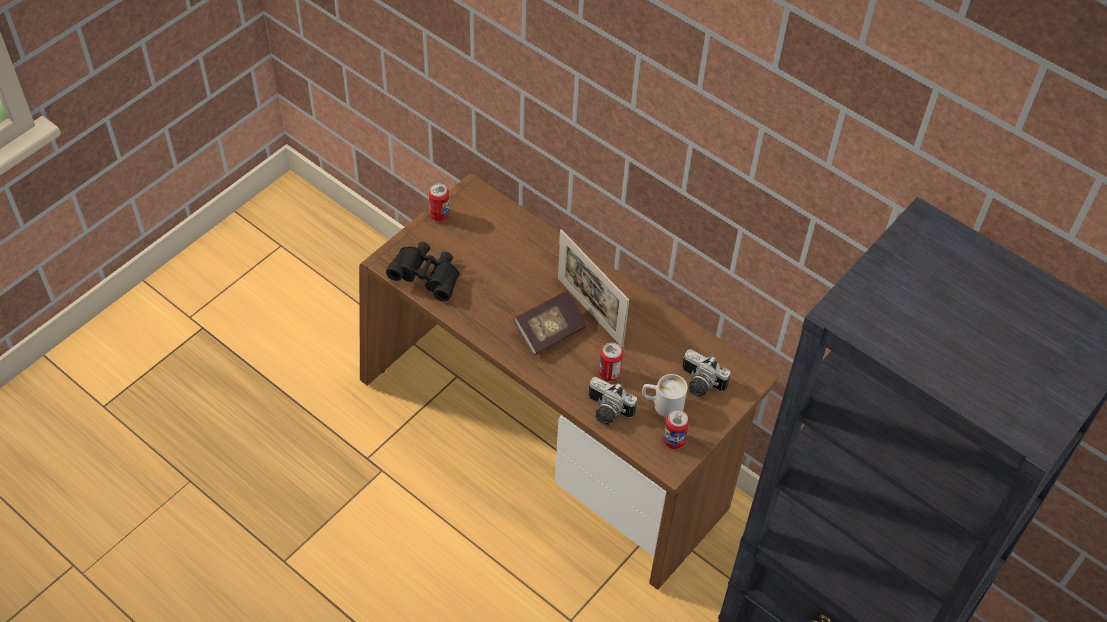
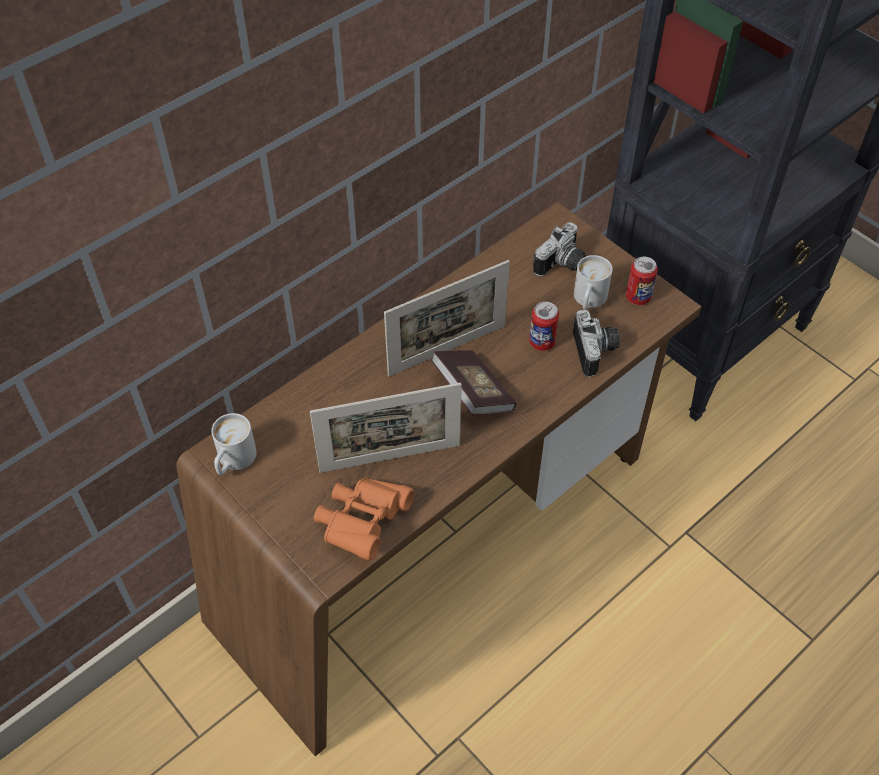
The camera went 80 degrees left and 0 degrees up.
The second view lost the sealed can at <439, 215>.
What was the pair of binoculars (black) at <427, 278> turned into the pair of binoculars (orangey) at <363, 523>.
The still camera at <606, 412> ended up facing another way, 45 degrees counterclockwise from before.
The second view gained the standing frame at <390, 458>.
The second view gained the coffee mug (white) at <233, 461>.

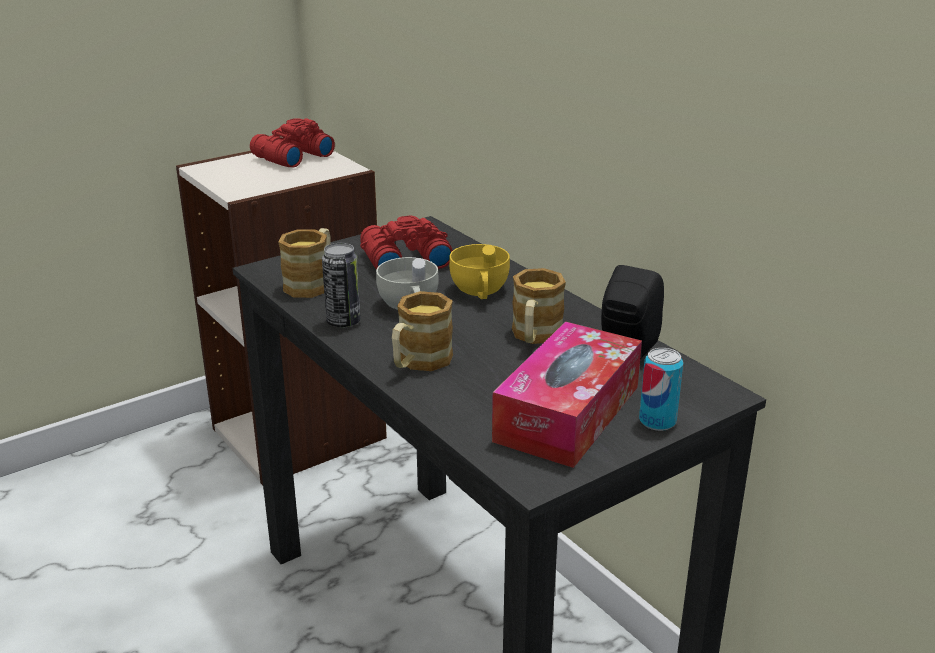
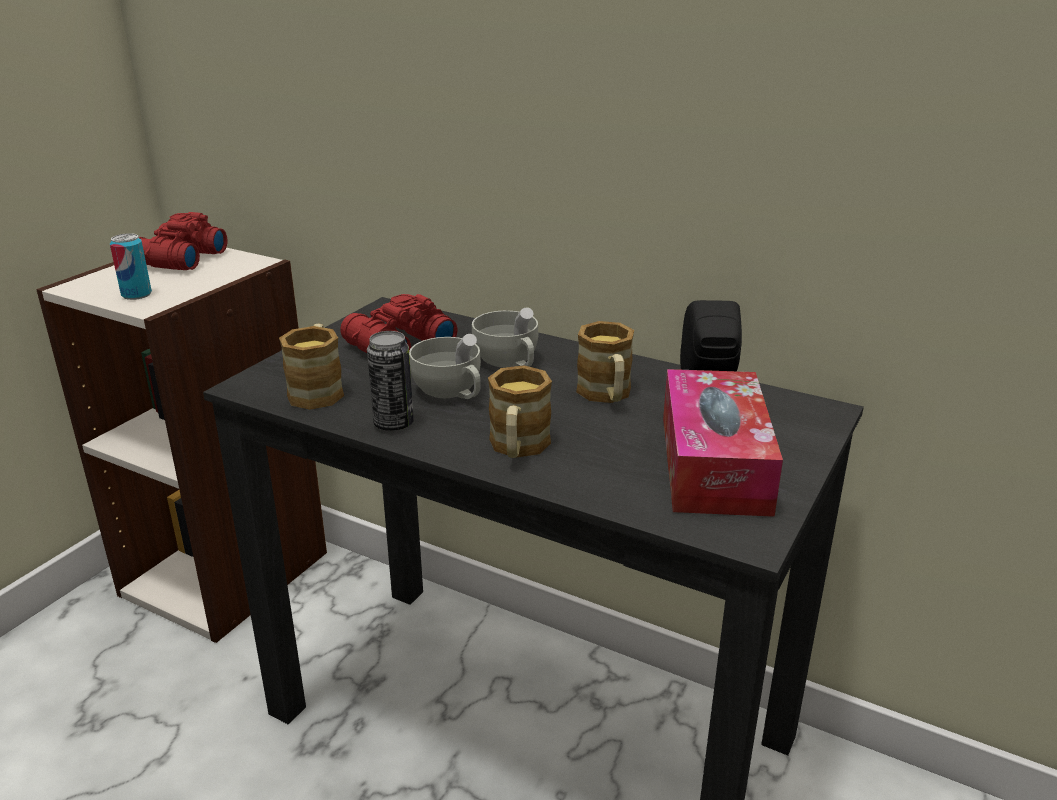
The camera went 25 degrees left and 0 degrees up.
What was the small cup (yellow-coloured) at <480, 292> turned into the small cup (white) at <509, 363>.
The sealed can ended up elsewhere, having gone from <657, 421> to <136, 294>.

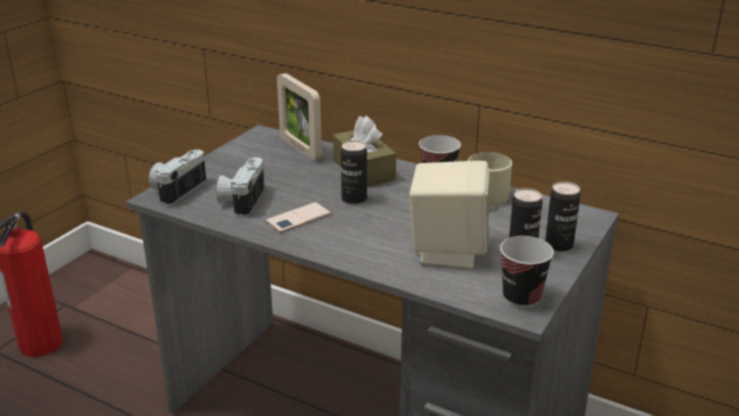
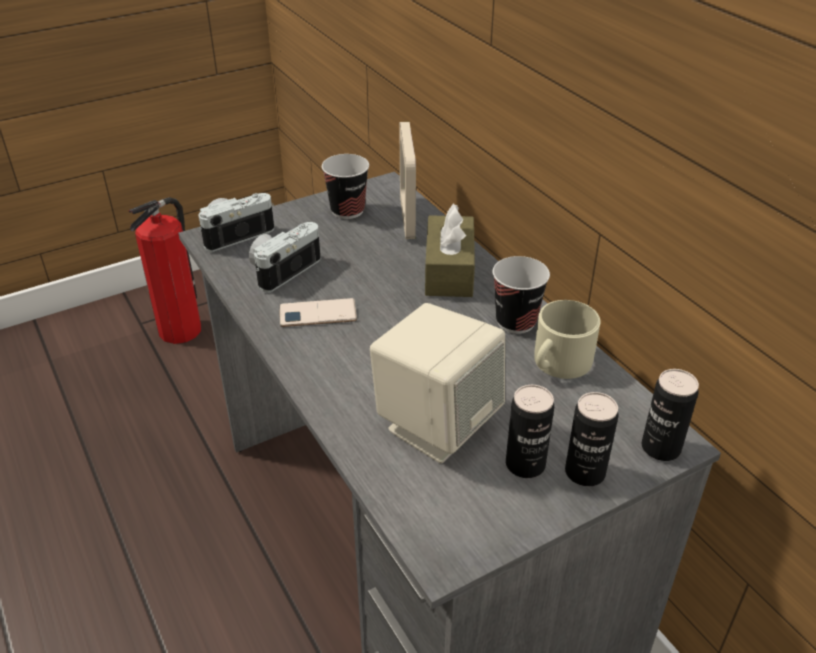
The camera went 30 degrees right and 10 degrees up.
The sealed can ended up elsewhere, having gone from <354, 199> to <660, 448>.
The small cup ended up elsewhere, having gone from <521, 298> to <347, 210>.

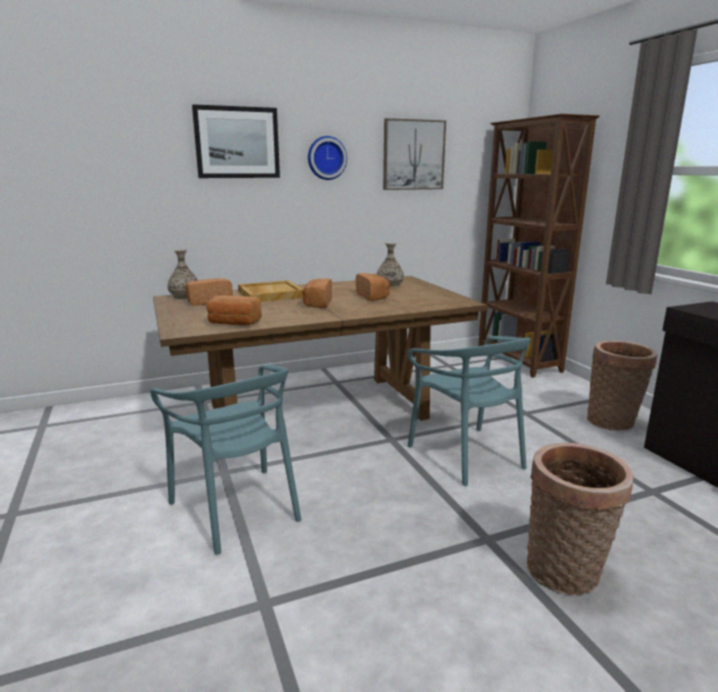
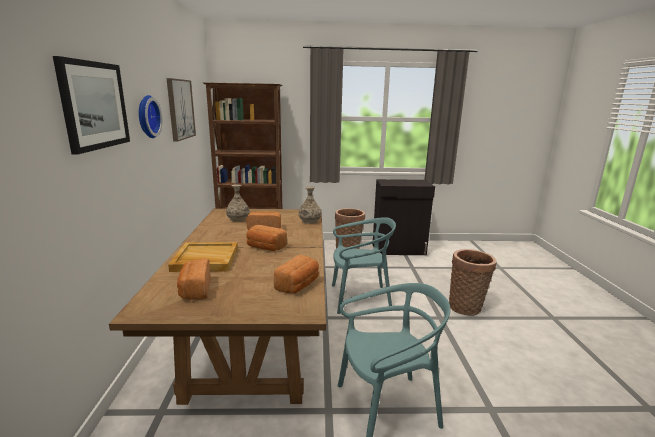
The camera went 70 degrees left and 0 degrees up.
The decorative vase ended up elsewhere, having gone from <184, 296> to <309, 221>.

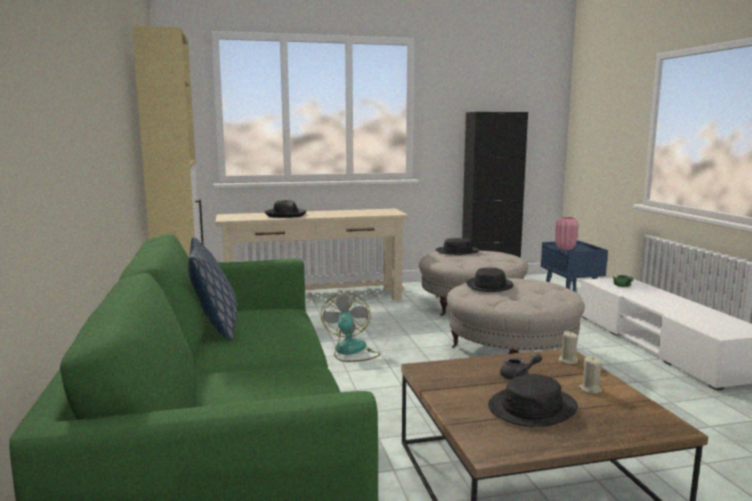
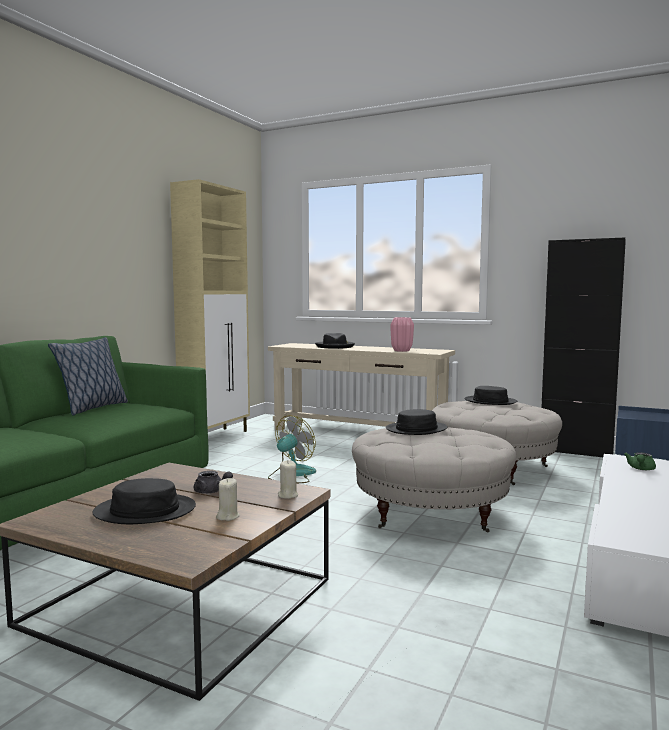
The camera went 40 degrees right and 5 degrees down.
The decorative vase (pink) ended up elsewhere, having gone from <565, 248> to <402, 350>.

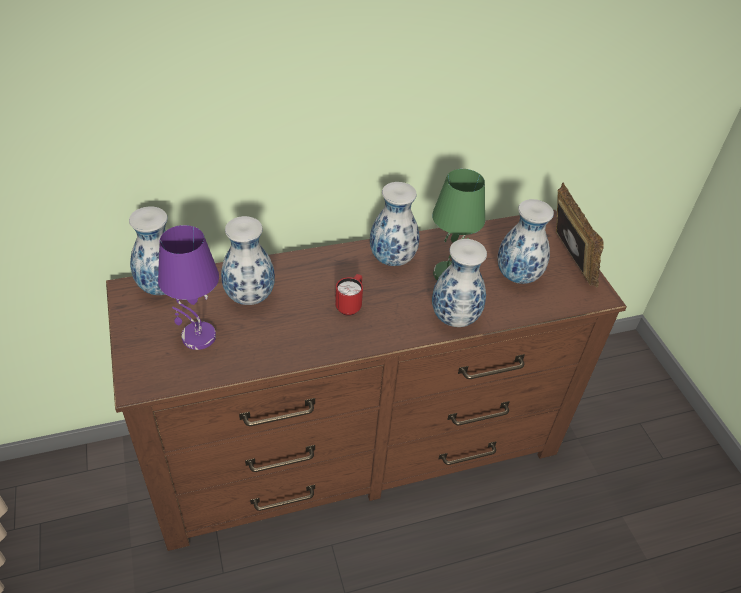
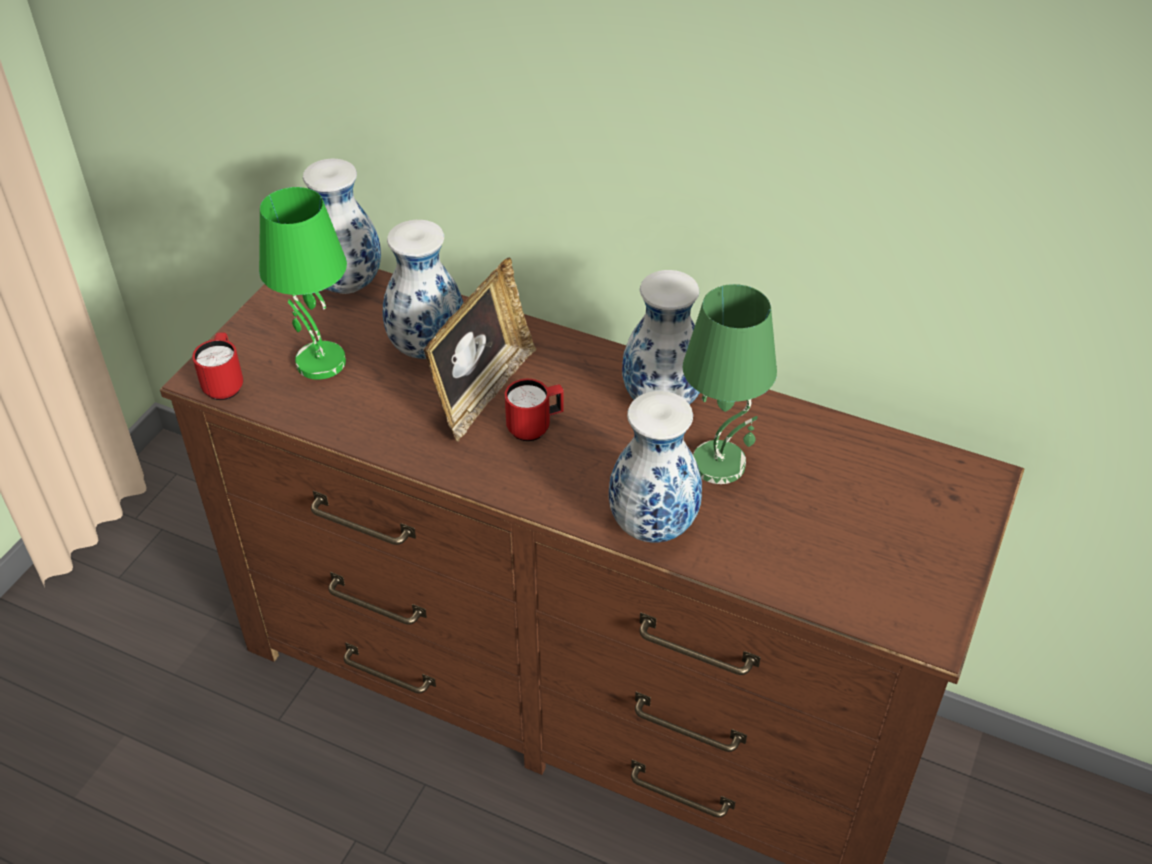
The camera went 45 degrees right and 0 degrees up.
The standing frame ended up elsewhere, having gone from <568, 260> to <482, 391>.
The second view lost the decorative vase at <518, 276>.
What was the table lamp (purple-coloured) at <198, 337> turned into the table lamp (greenish) at <319, 362>.
The second view gained the coffee mug (red) at <225, 384>.

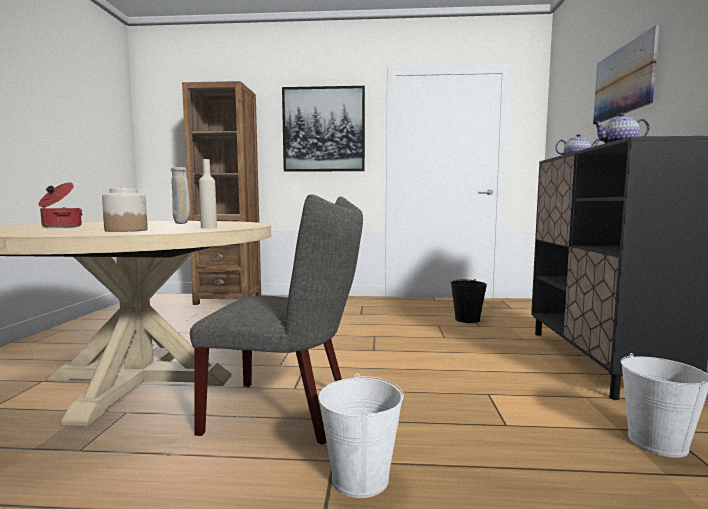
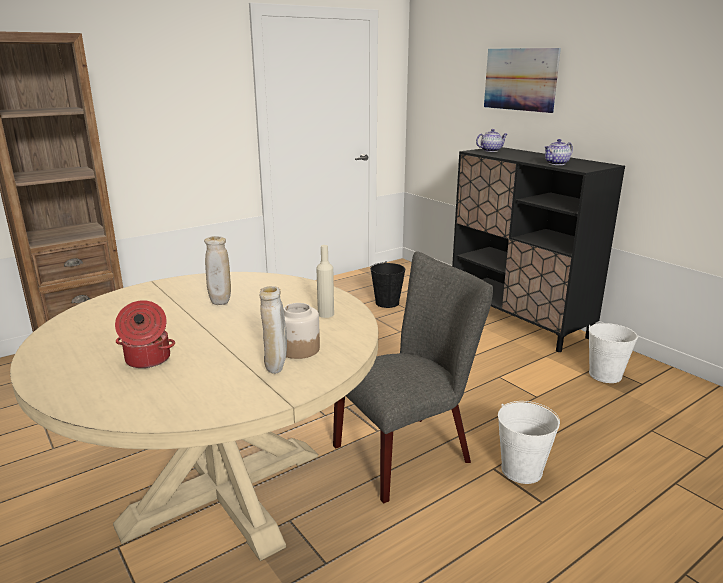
The camera went 40 degrees left and 15 degrees up.
The second view lost the picture at <323, 129>.
The second view gained the decorative vase (beige-coloured) at <276, 370>.

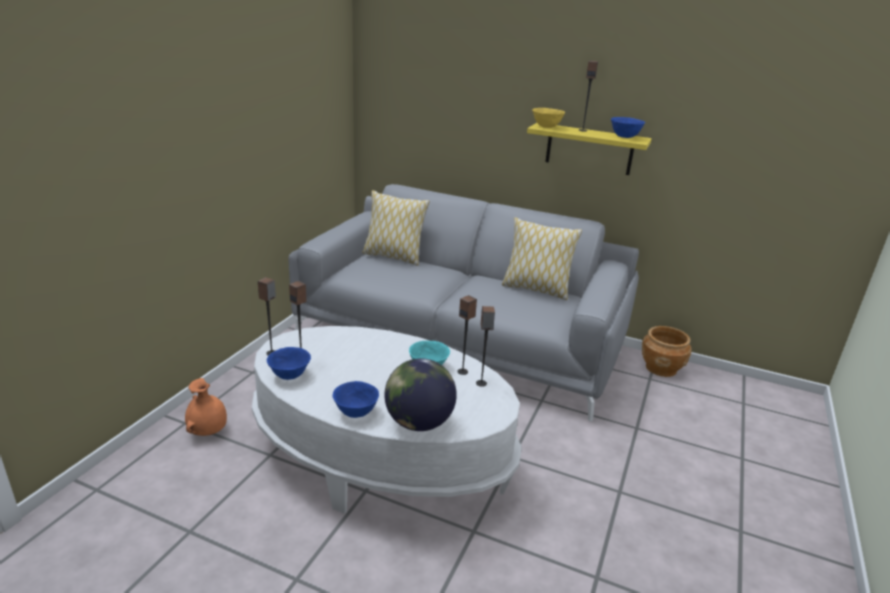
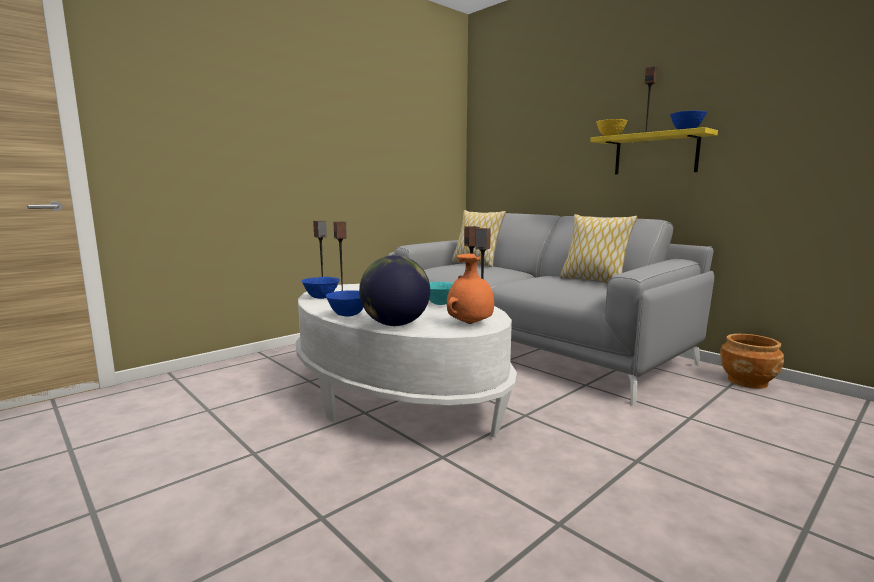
The camera went 25 degrees right and 15 degrees down.
The decorative vase (orangey) ended up elsewhere, having gone from <208, 431> to <470, 323>.

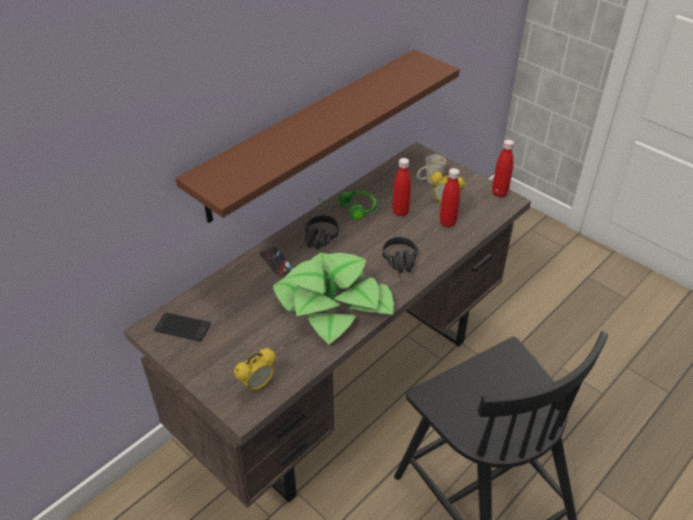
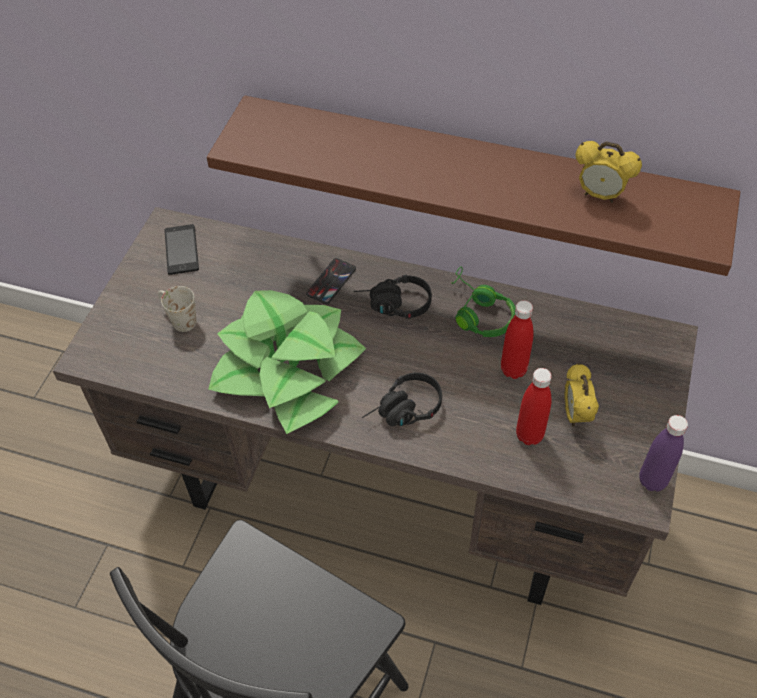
The camera went 65 degrees right and 10 degrees up.
What was the drink bottle (red) at <499, 193> turned into the drink bottle (purple-coloured) at <652, 480>.
The coffee mug (white) ended up elsewhere, having gone from <429, 181> to <178, 319>.
The table clock ended up elsewhere, having gone from <257, 385> to <600, 195>.

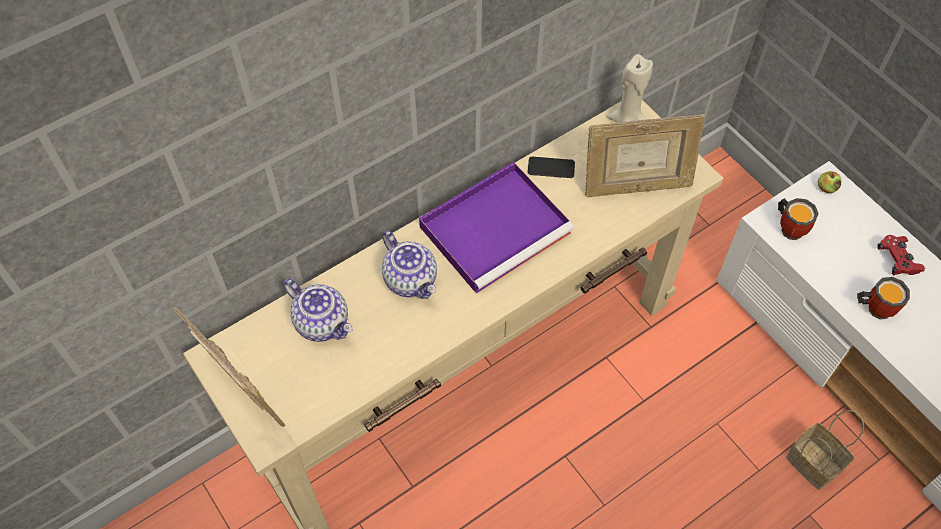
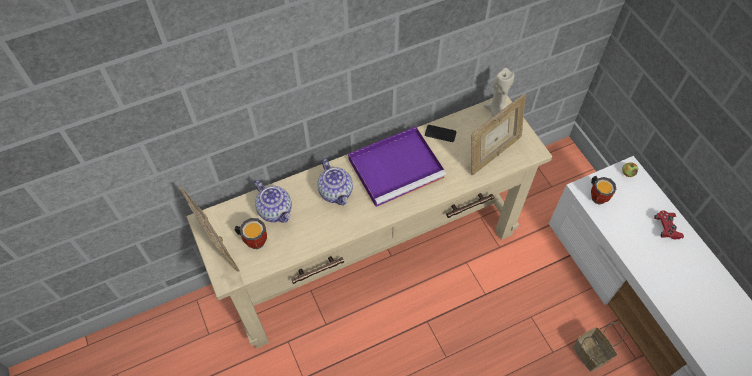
The camera went 10 degrees right and 0 degrees up.
The standing frame at <636, 187> ended up facing another way, 45 degrees counterclockwise from before.
The coffee mug ended up elsewhere, having gone from <874, 307> to <254, 239>.

